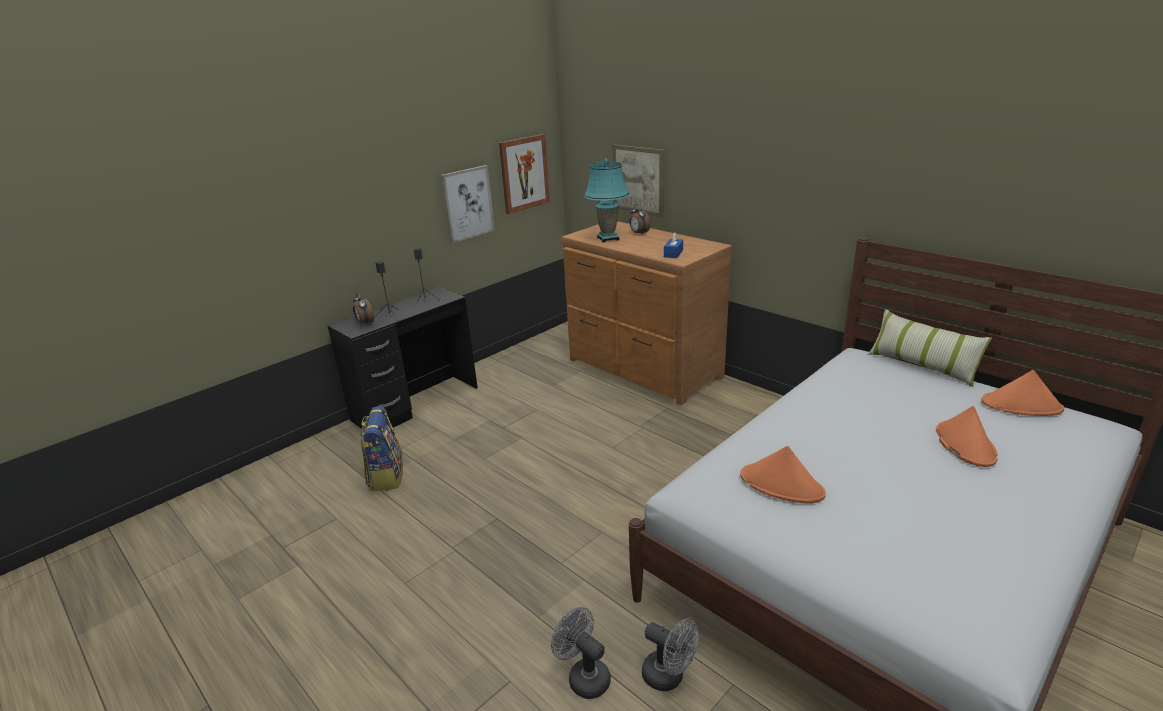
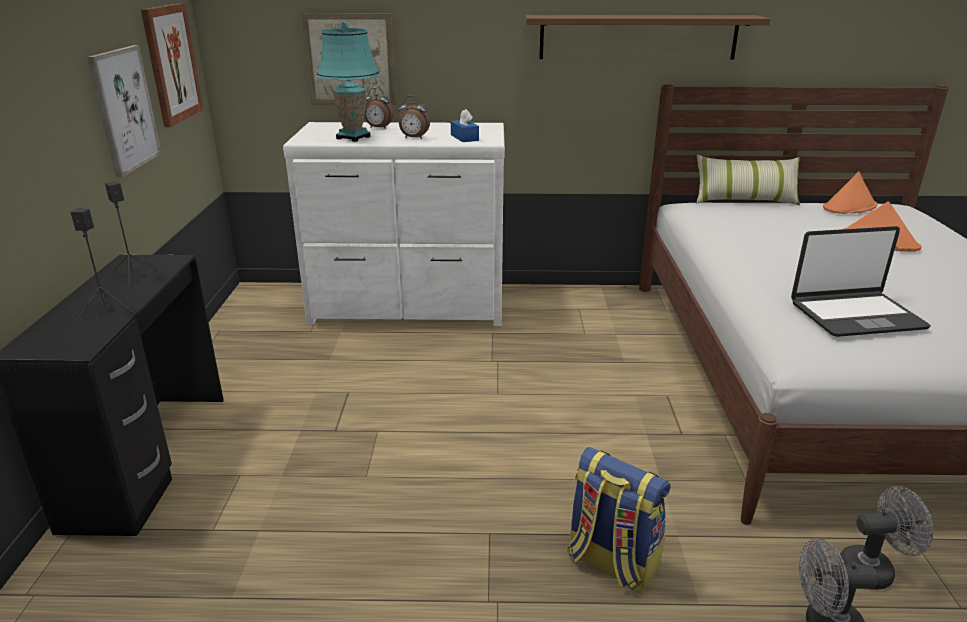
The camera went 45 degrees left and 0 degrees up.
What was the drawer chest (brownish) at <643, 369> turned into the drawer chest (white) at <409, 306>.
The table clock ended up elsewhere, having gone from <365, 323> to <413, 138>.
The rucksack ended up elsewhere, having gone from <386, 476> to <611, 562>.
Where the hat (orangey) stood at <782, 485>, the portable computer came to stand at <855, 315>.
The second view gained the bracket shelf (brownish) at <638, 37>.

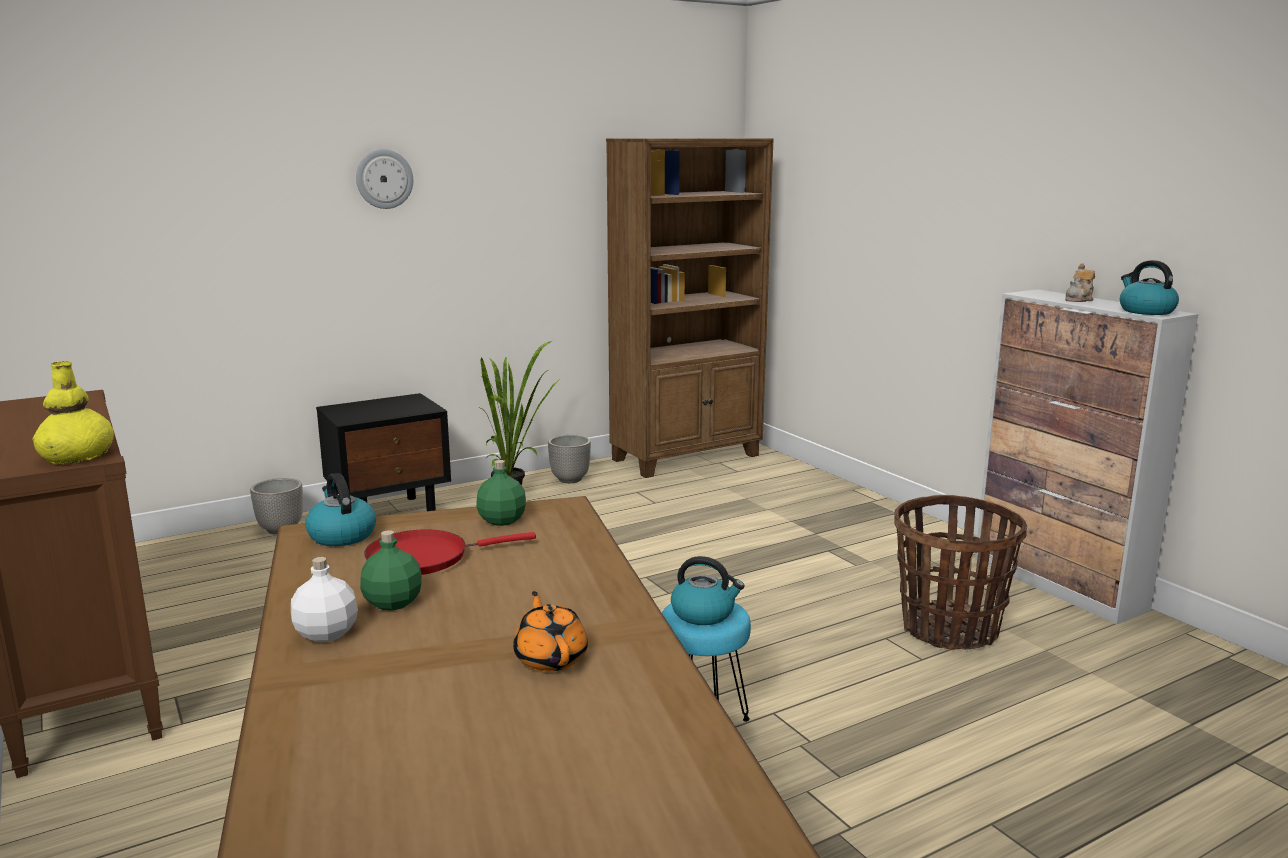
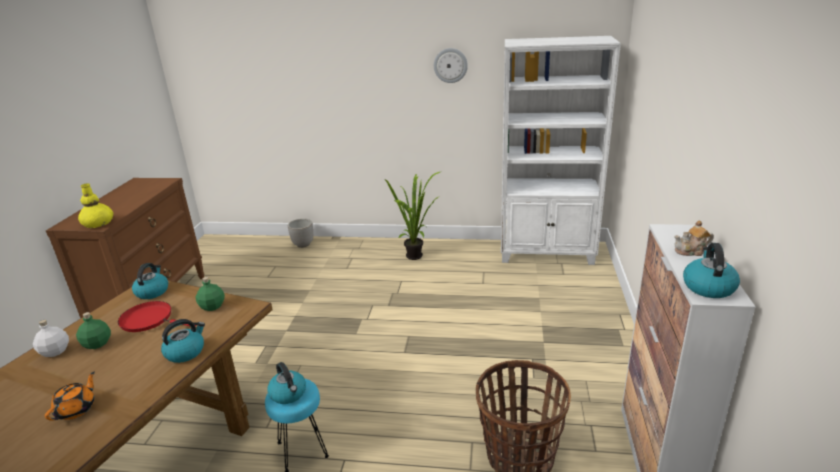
The camera went 40 degrees right and 10 degrees up.
What was the bookshelf (brownish) at <687, 457> turned into the bookshelf (white) at <547, 253>.
The clock on the wall ended up elsewhere, having gone from <384, 179> to <450, 65>.
The second view lost the bedside table (black) at <390, 513>.
The second view lost the flower pot at <570, 479>.
The second view gained the water kettle at <185, 352>.

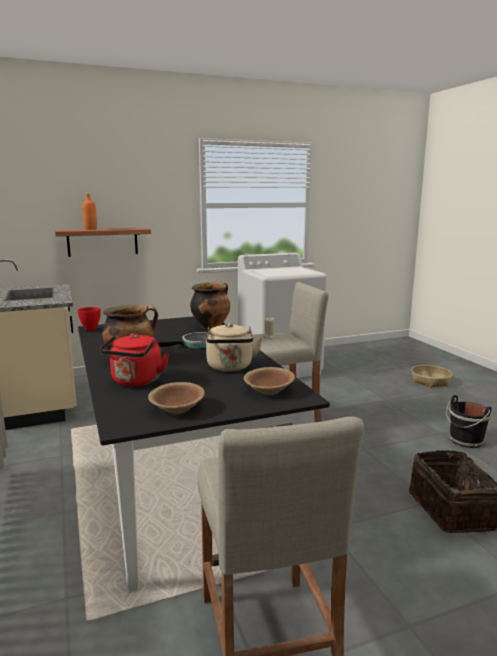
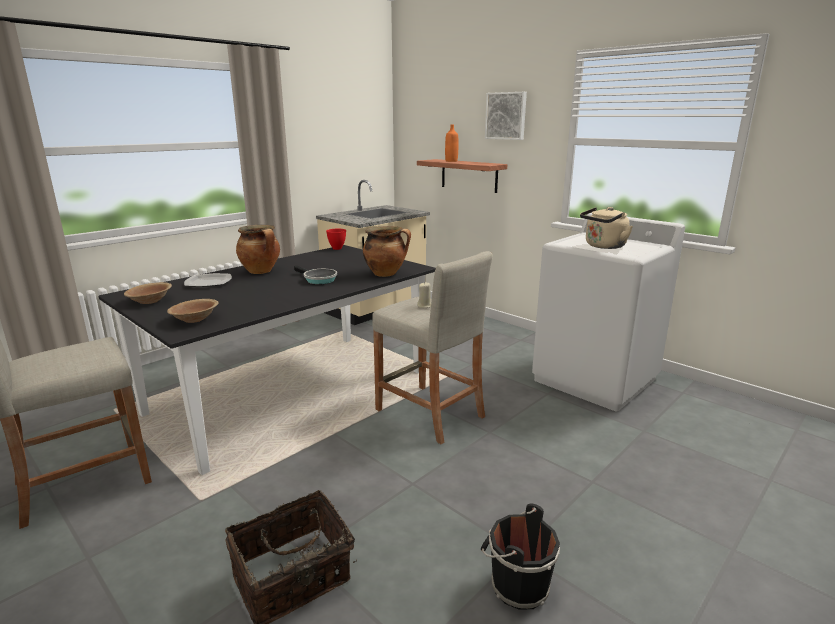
The camera went 65 degrees right and 5 degrees up.
The water kettle (beige-coloured) ended up elsewhere, having gone from <230, 367> to <603, 246>.
Where the water kettle (red) stood at <136, 382>, the flat dish came to stand at <208, 282>.
The second view lost the storage basket at <430, 381>.
The second view gained the picture at <506, 116>.

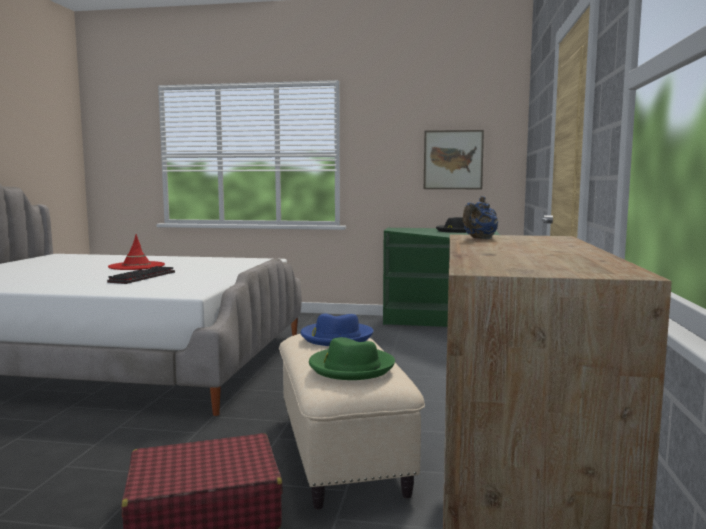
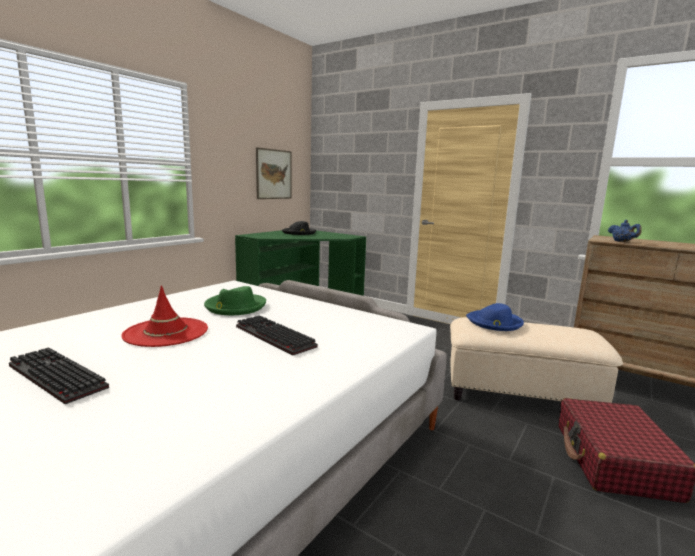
The camera went 65 degrees left and 5 degrees up.
The hat (greenish) ended up elsewhere, having gone from <351, 367> to <235, 307>.
The second view gained the computer keyboard at <53, 377>.

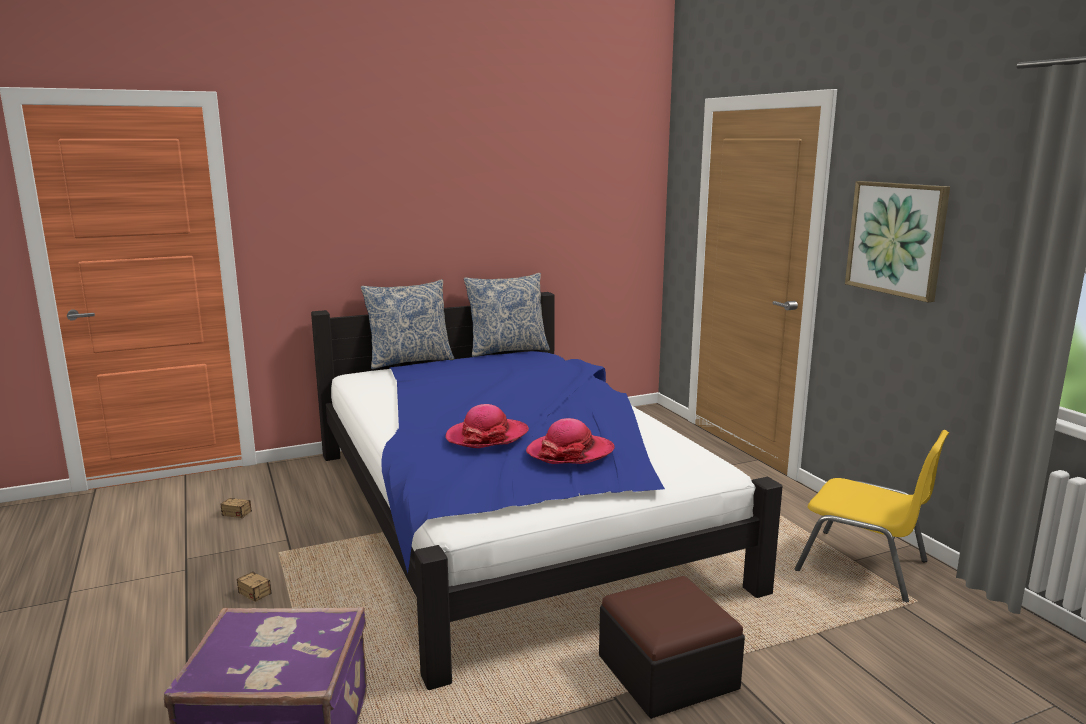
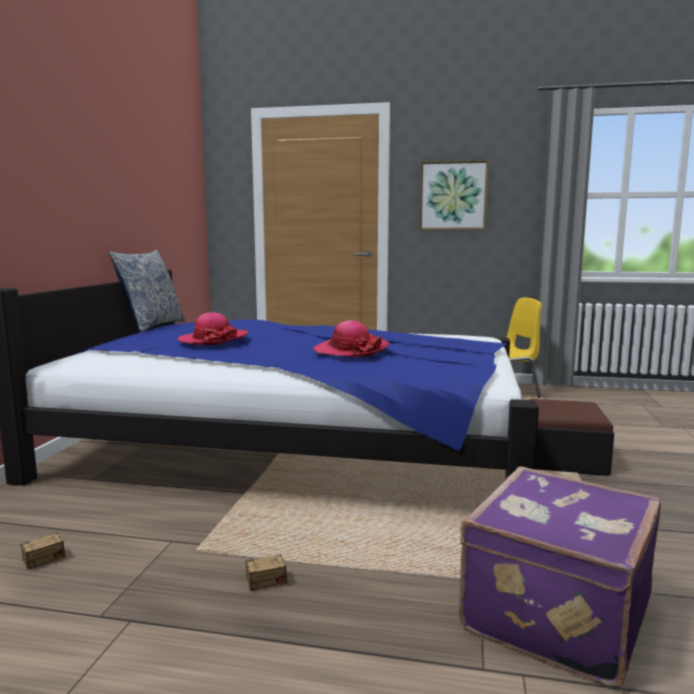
The camera went 55 degrees left and 5 degrees down.
The second view lost the cushion at <409, 361>.
The hat ended up elsewhere, having gone from <570, 452> to <213, 340>.

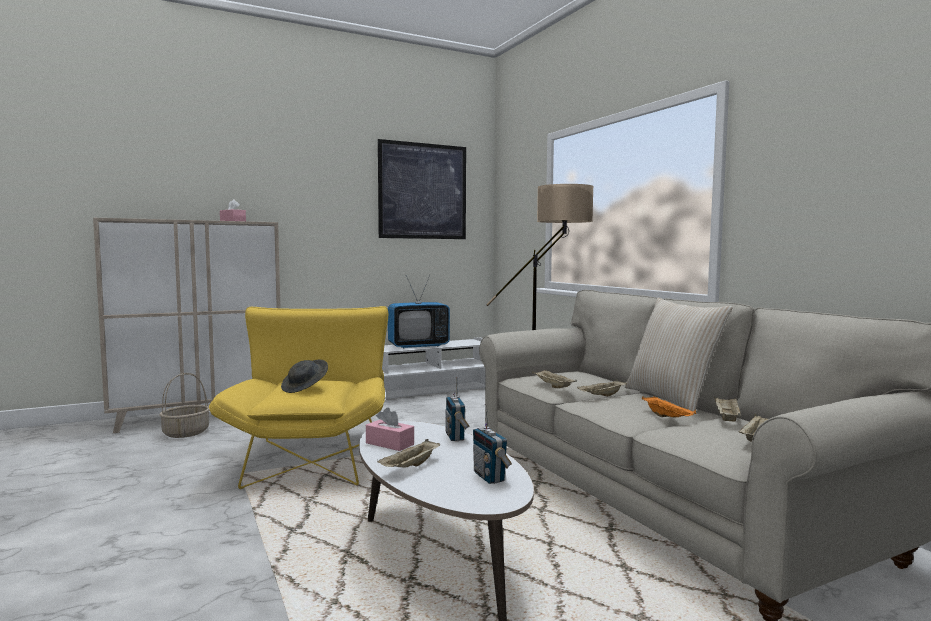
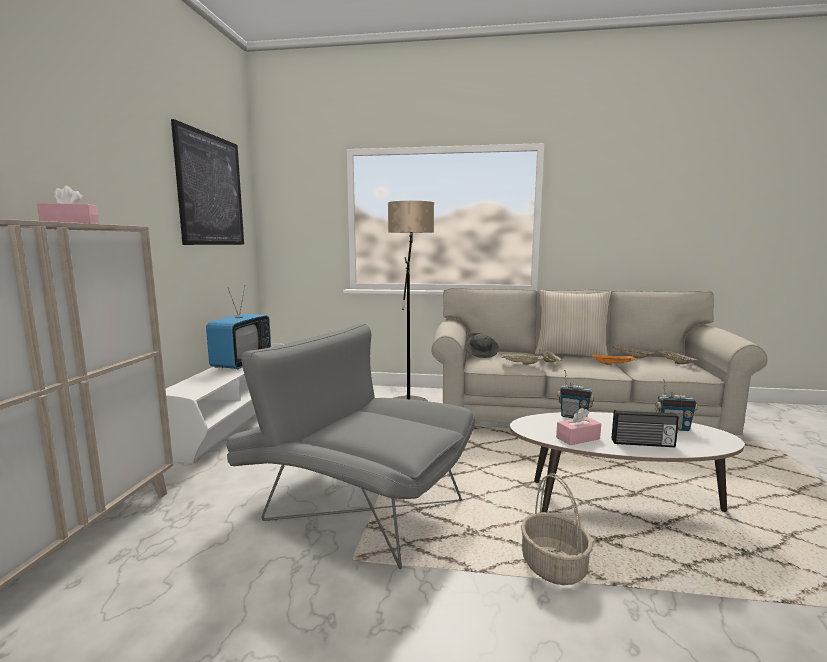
The camera went 55 degrees left and 5 degrees up.
What was the easy chair (yellow-coloured) at <314, 456> turned into the easy chair (greyish) at <354, 504>.
The hat (greyish) ended up elsewhere, having gone from <305, 388> to <480, 354>.
The storage basket ended up elsewhere, having gone from <186, 433> to <554, 566>.
Where the tray (beige-coloured) stood at <410, 467>, the radio set came to stand at <643, 443>.

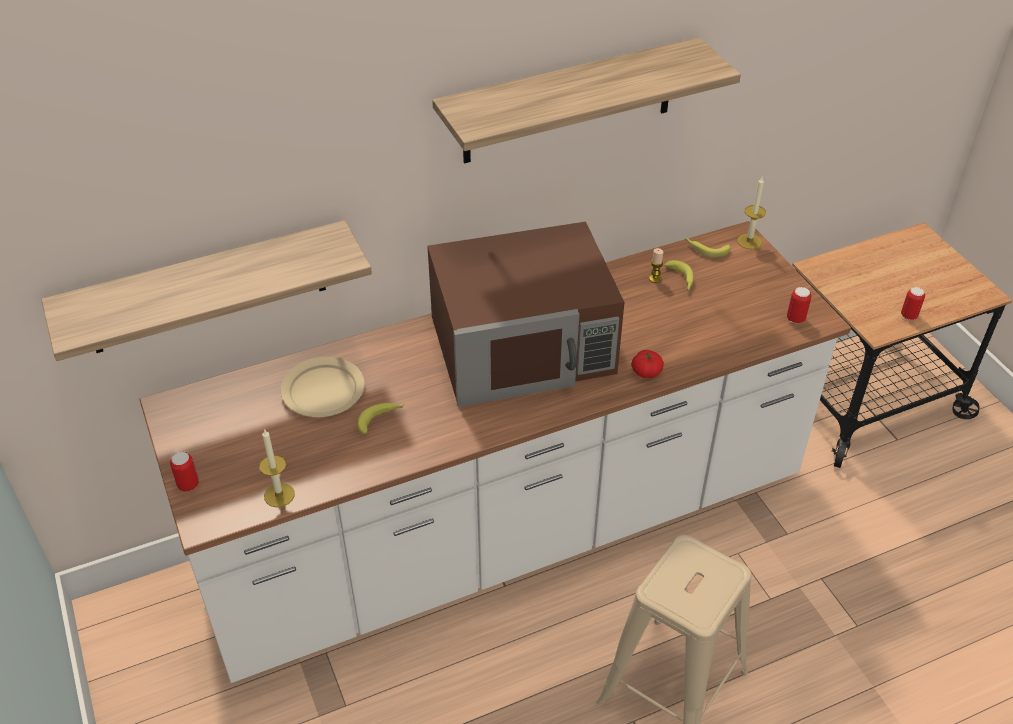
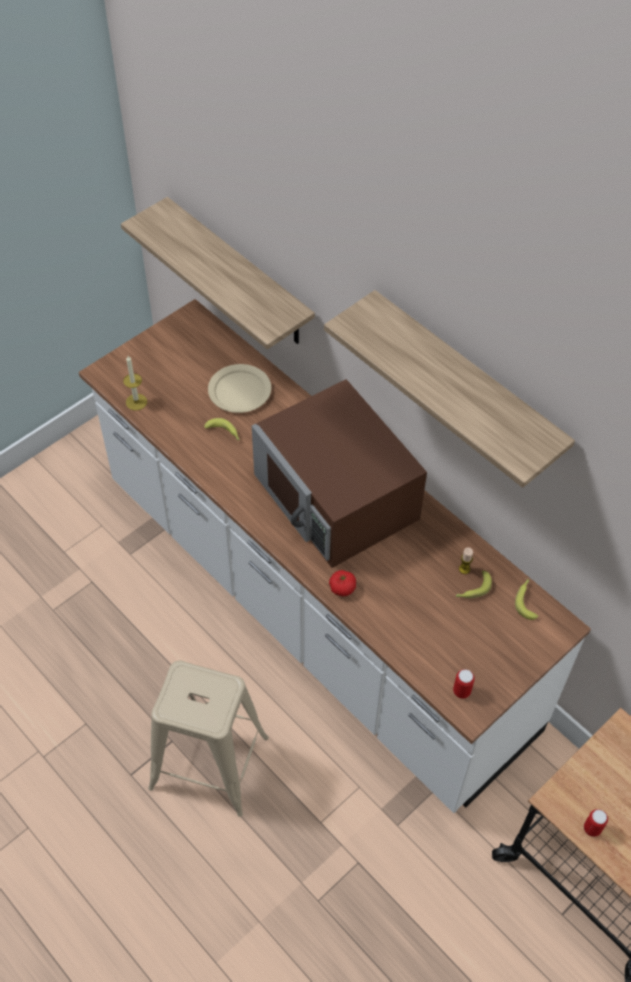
The camera went 70 degrees right and 10 degrees up.
The second view lost the wax light at <749, 241>.
The second view lost the sealed can at <188, 485>.

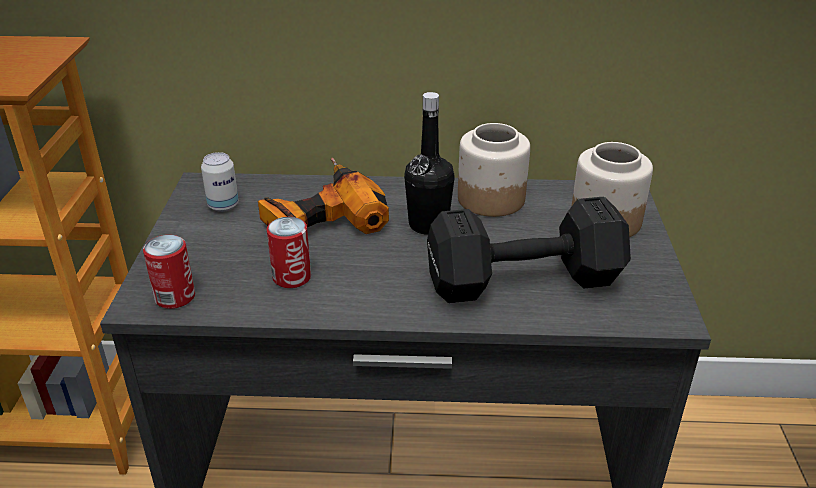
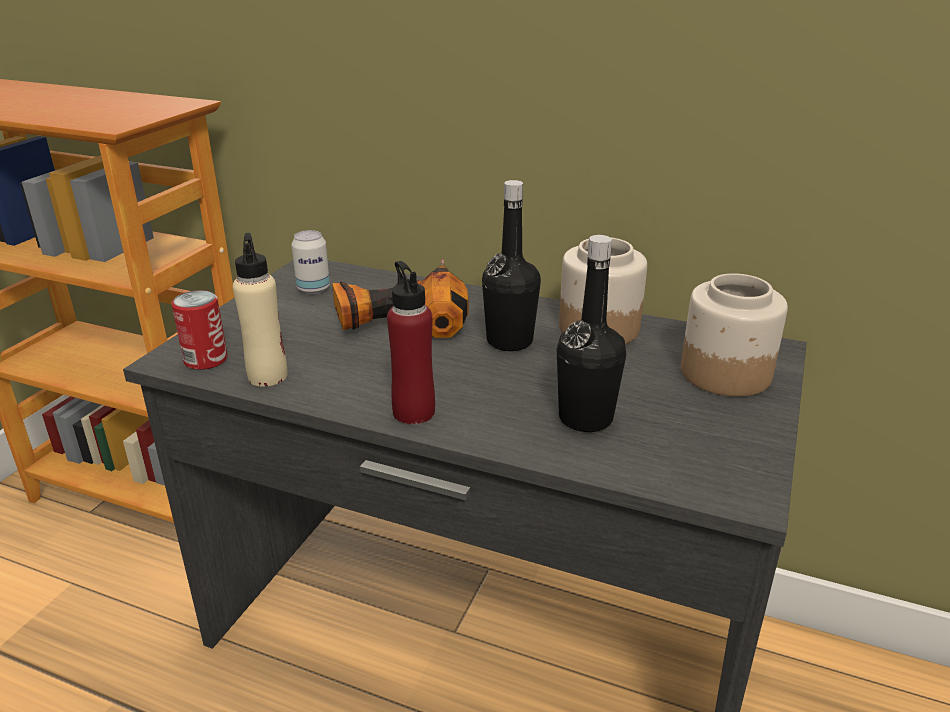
The camera went 20 degrees right and 5 degrees down.
Where the free weight (black) stood at <528, 281>, the drink bottle (black) came to stand at <585, 418>.
The second view lost the sealed can at <292, 277>.
The second view gained the drink bottle (beige-coloured) at <267, 376>.
The second view gained the drink bottle (red) at <413, 412>.

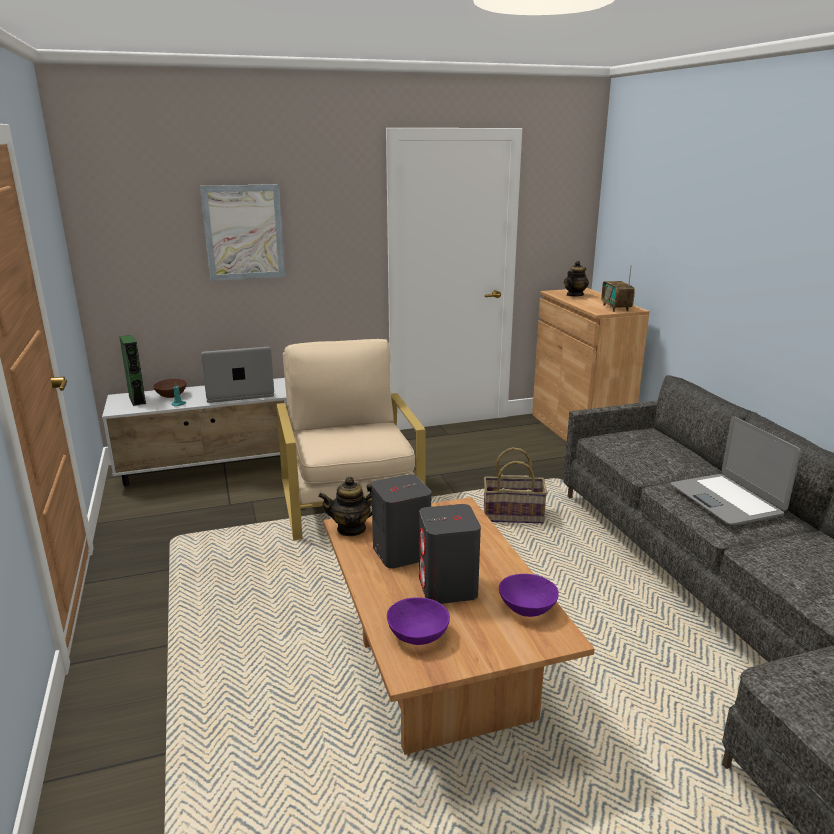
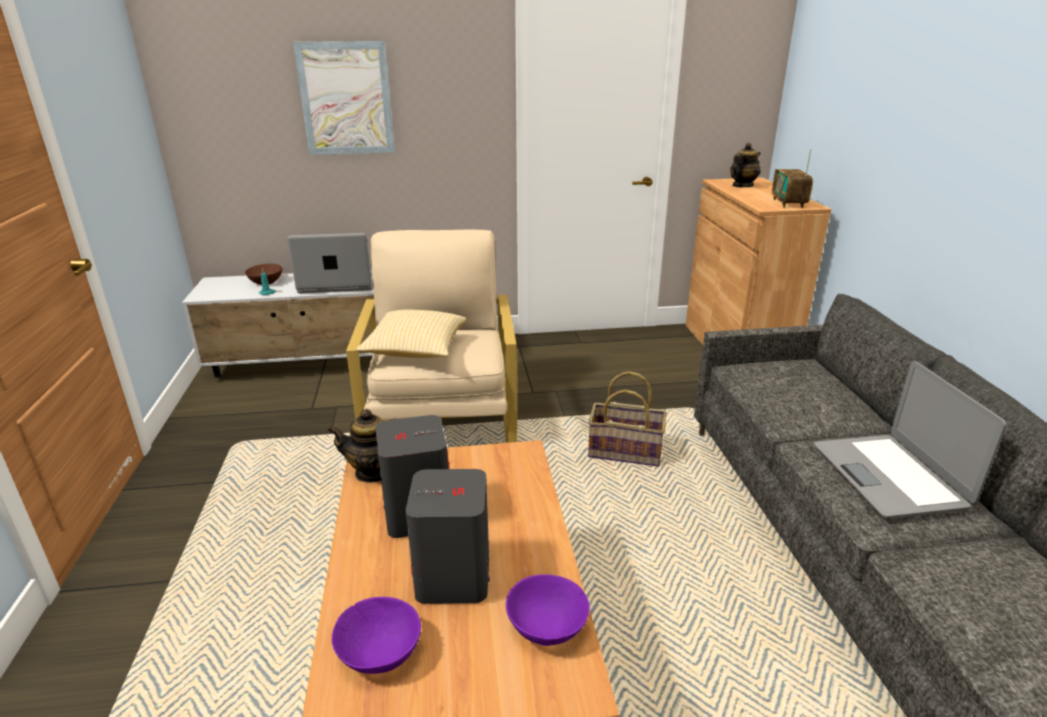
The camera went 10 degrees right and 5 degrees up.
The second view lost the audio speaker (greenish) at <137, 400>.
The second view gained the cushion at <415, 350>.

